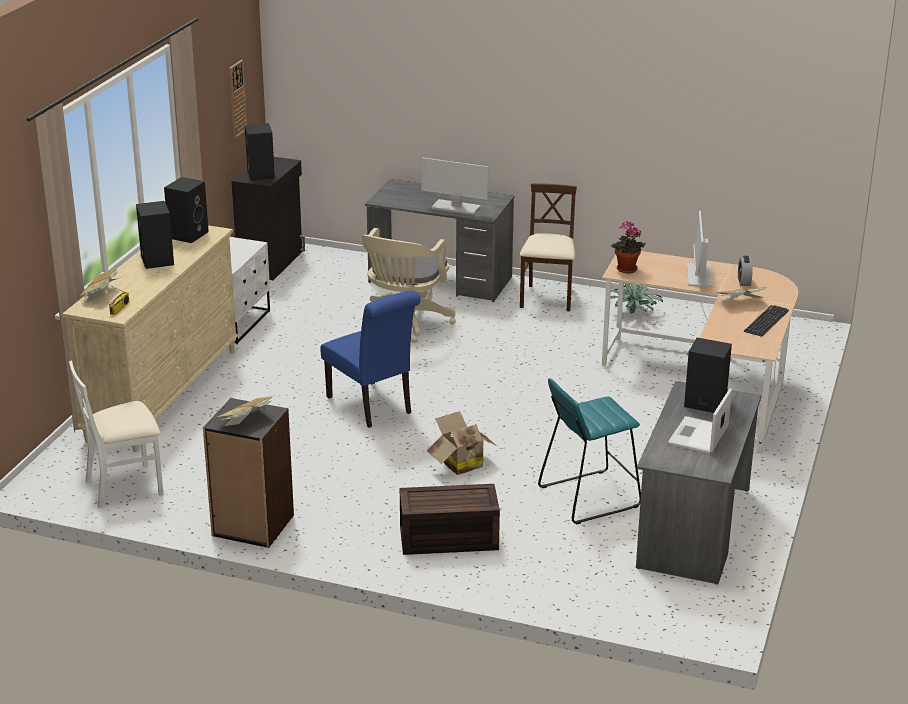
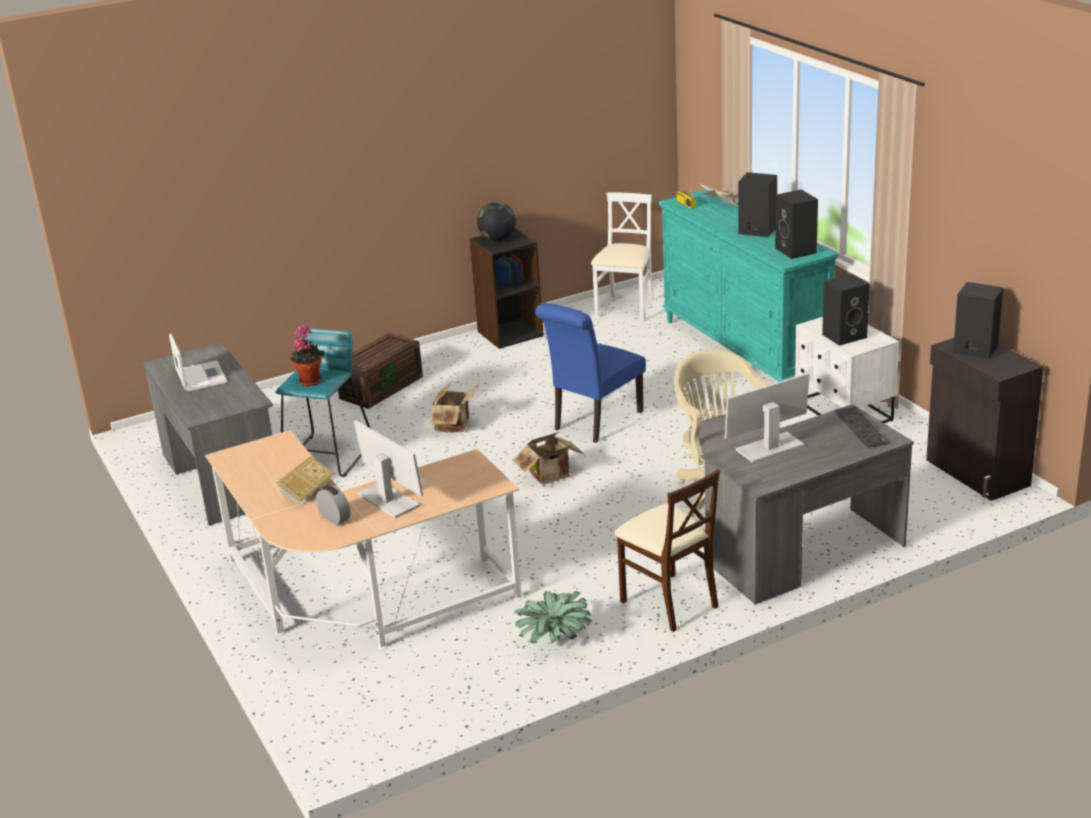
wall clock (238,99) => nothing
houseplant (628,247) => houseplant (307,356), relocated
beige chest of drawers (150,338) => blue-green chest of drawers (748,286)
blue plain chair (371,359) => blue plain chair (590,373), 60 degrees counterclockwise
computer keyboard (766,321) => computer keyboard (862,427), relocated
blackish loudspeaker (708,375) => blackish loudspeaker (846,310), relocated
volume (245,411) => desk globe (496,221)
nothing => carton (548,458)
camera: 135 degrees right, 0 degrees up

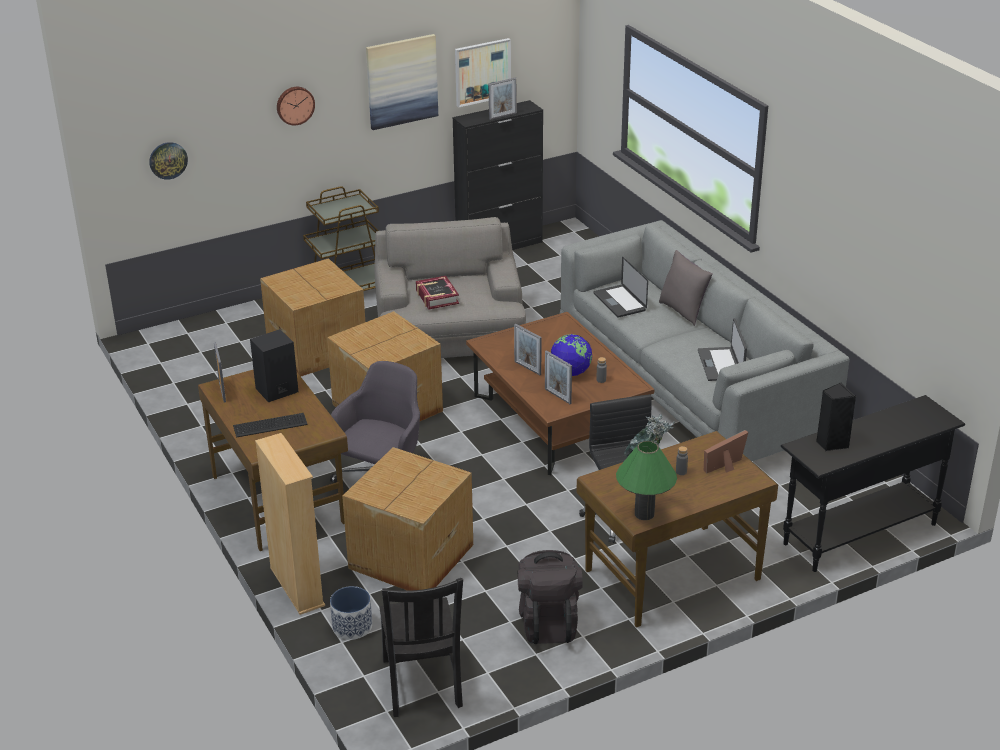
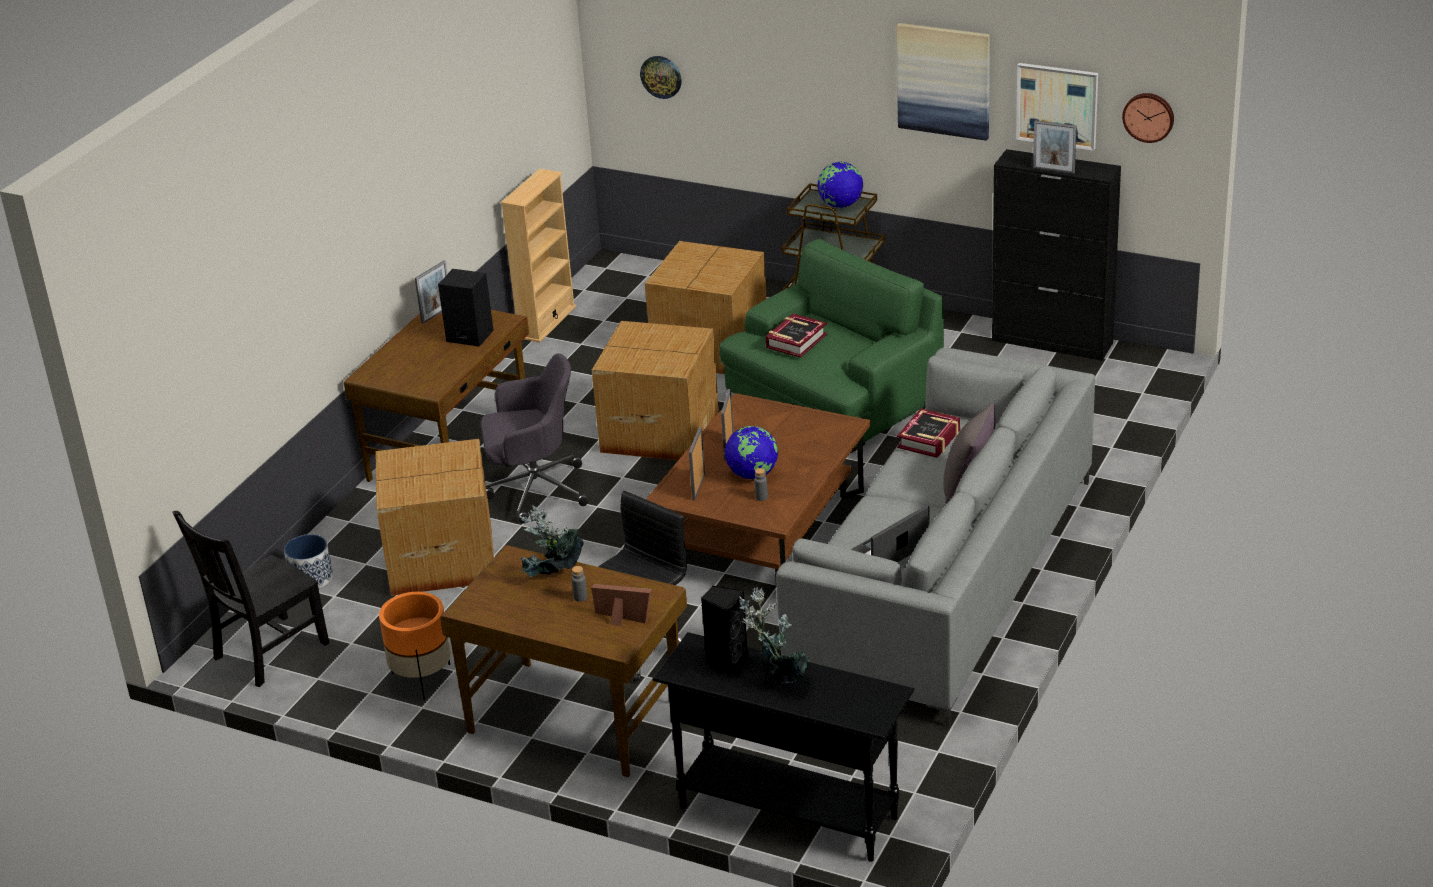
wall clock (296,106) => wall clock (1148,118), relocated
grey armchair (450,287) => green armchair (831,346)
laptop (620,287) => volume (928,433)
computer keyboard (270,425) => nothing
beige bookshelf (290,524) => beige bookshelf (538,256), relocated
green table lamp (646,480) => nothing
blackish backpack (550,597) => orange-coloured flower pot (415,646)
nothing => desk globe (840,185)
nothing => houseplant (775,635)
camera: 55 degrees right, 0 degrees up

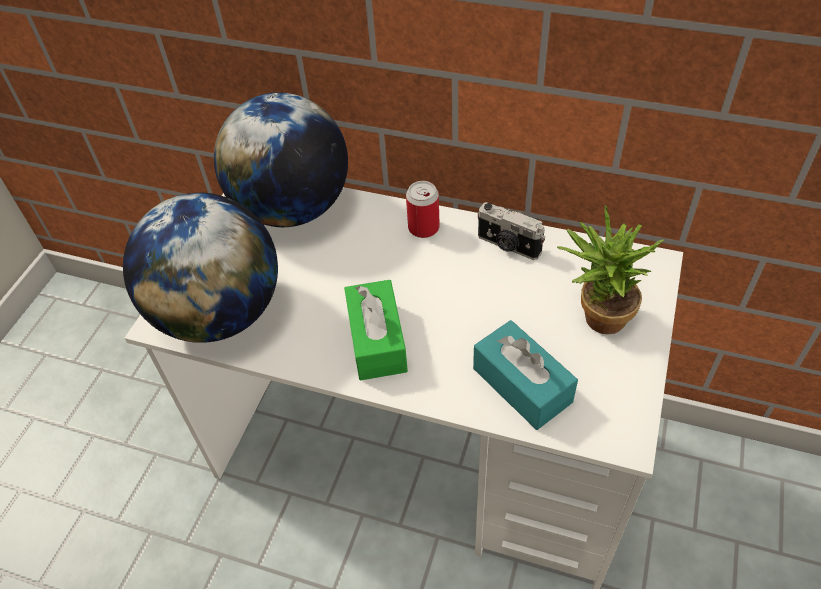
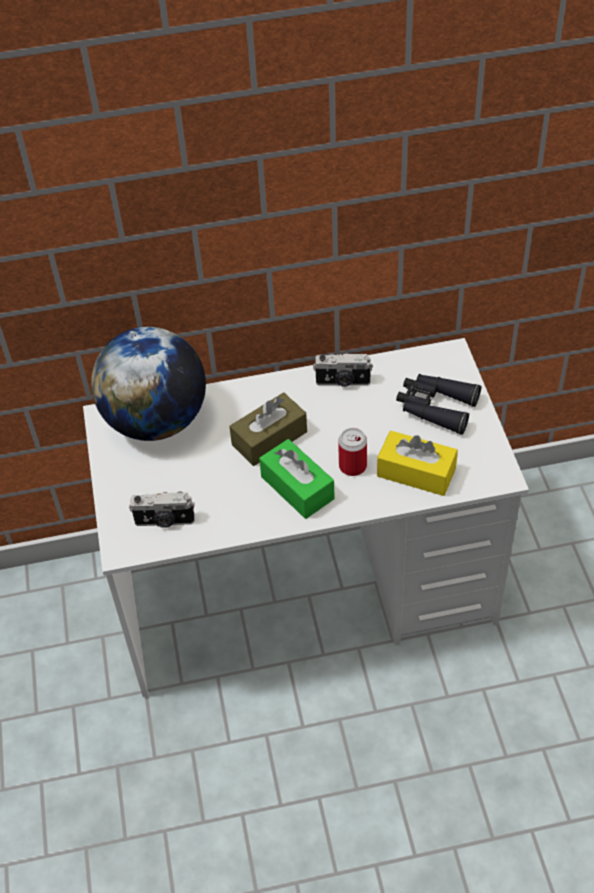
sealed can (423,209) => sealed can (352,452), relocated
desk globe (200,268) => still camera (162,510)
houseplant (610,269) => blackish binoculars (438,404)
blue-green tissue holder (525,375) => yellow tissue holder (417,463)
nothing => brown tissue holder (268,429)
camera: 30 degrees left, 0 degrees up

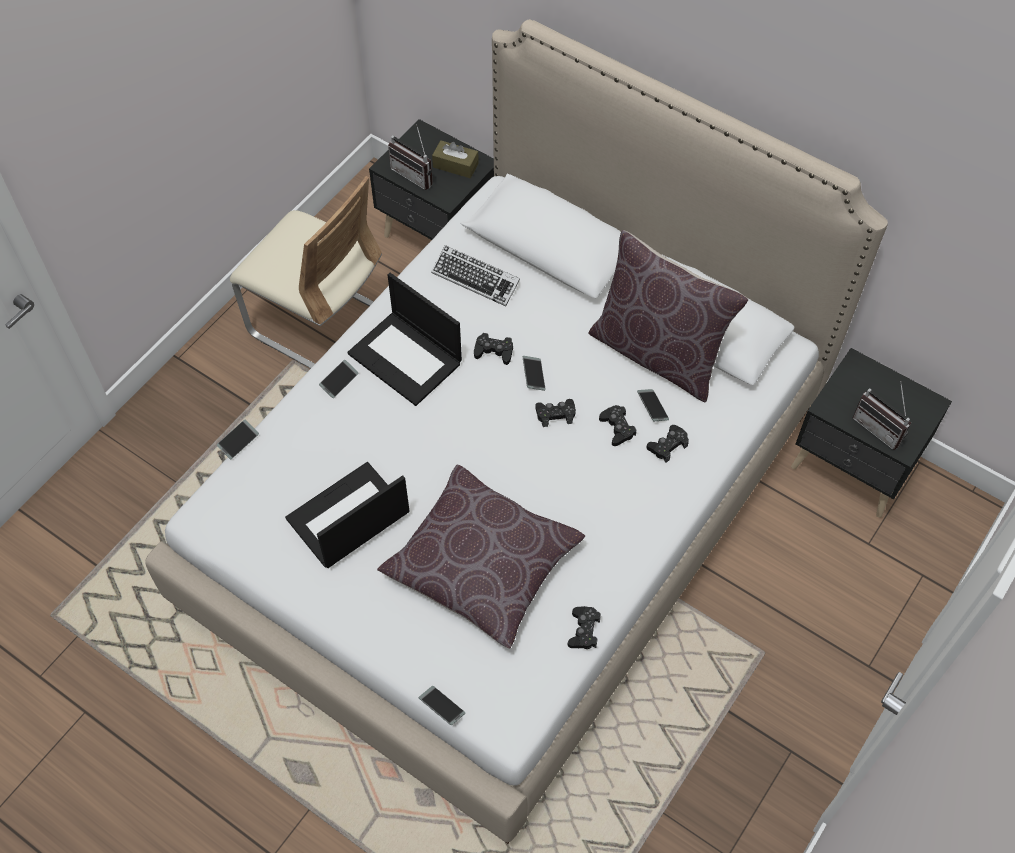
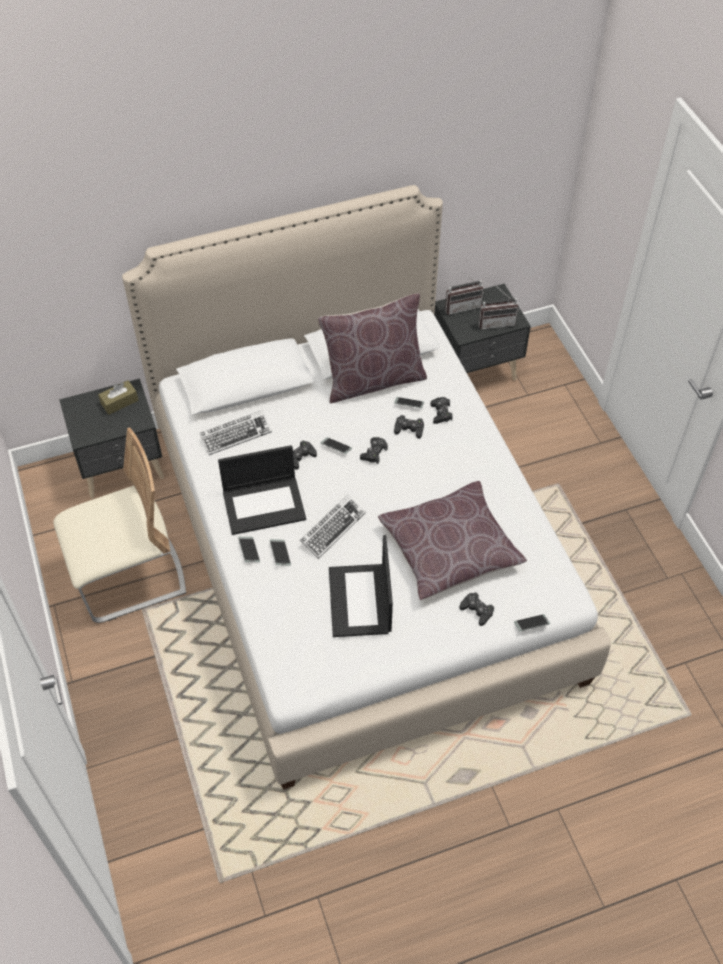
radio receiver (410,157) => radio receiver (464,292), relocated
phone (238,439) => phone (280,552), relocated
blackish joypad (584,627) => blackish joypad (476,609), relocated
nothing => computer keyboard (333,526)
camera: 55 degrees left, 5 degrees down

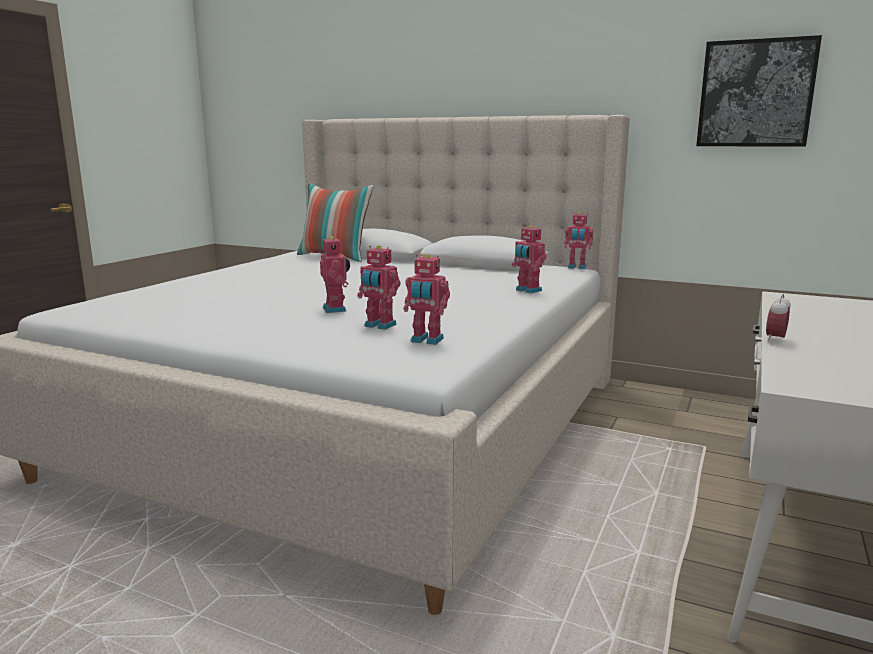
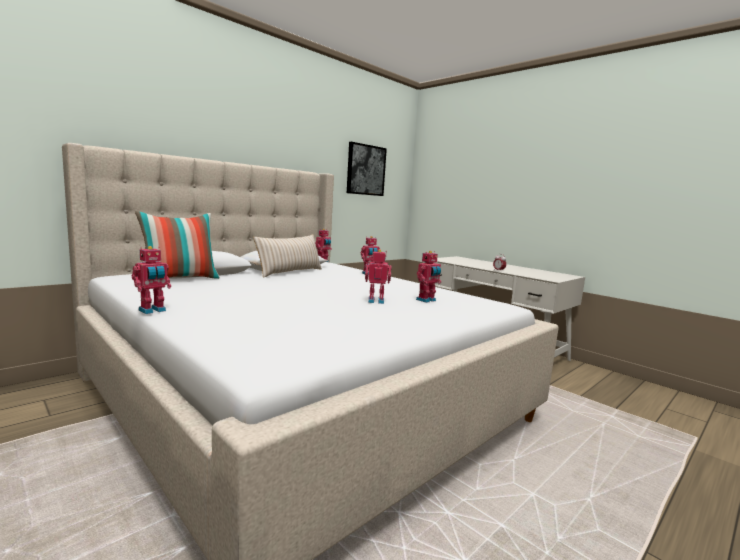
robot figure (426,299) => robot figure (151,280), relocated
nothing => beige pillow (287,256)
camera: 70 degrees left, 5 degrees down

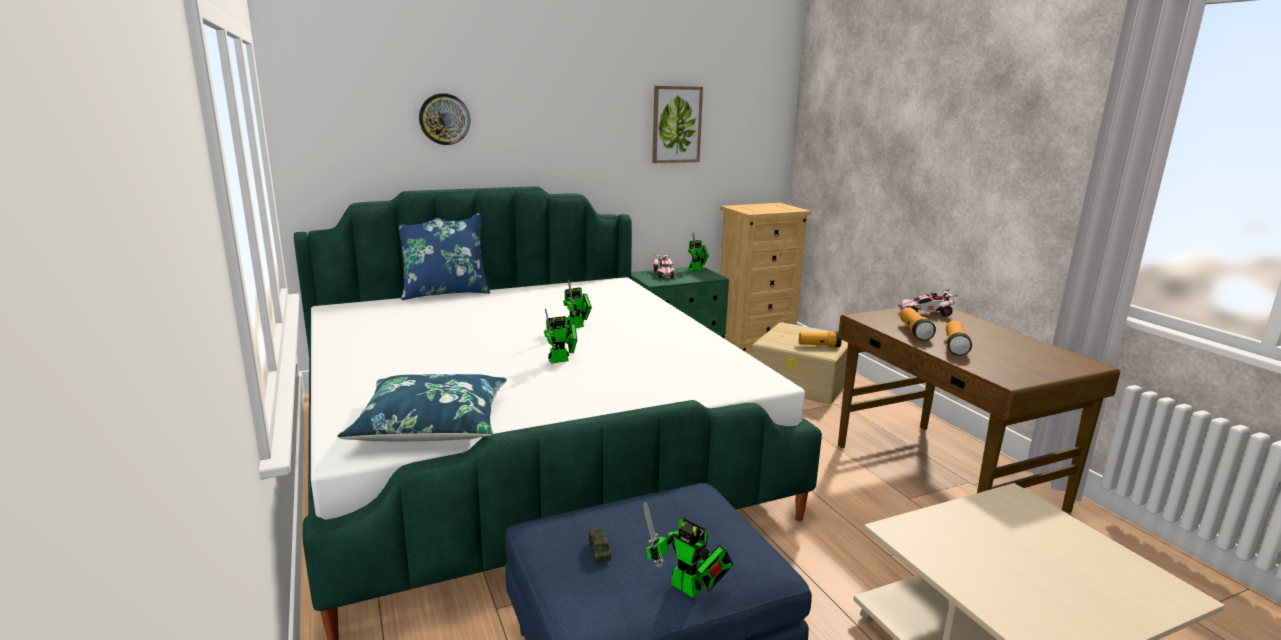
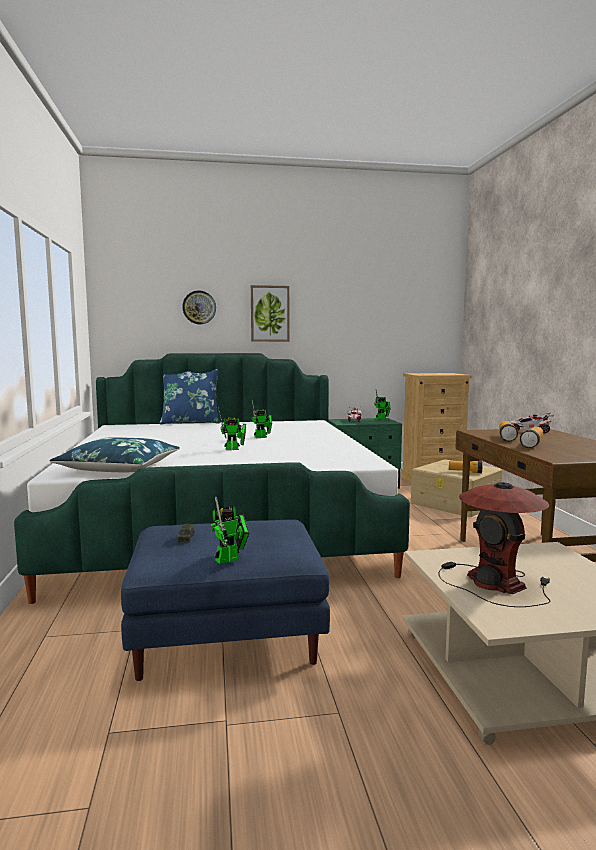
picture (677,124) => picture (270,313), relocated
robot figure (688,549) => robot figure (229,530), 90 degrees counterclockwise
nothing => table lamp (494,544)
camera: 15 degrees right, 10 degrees down

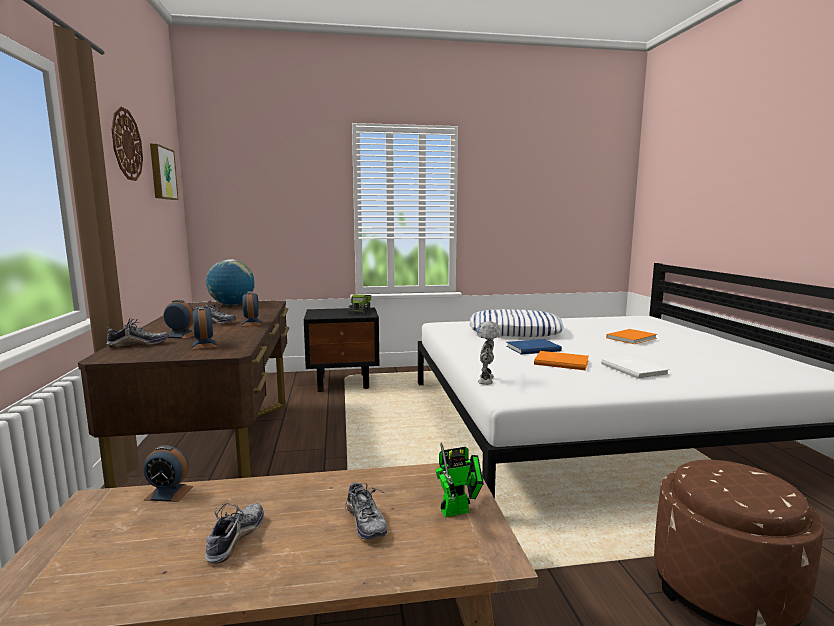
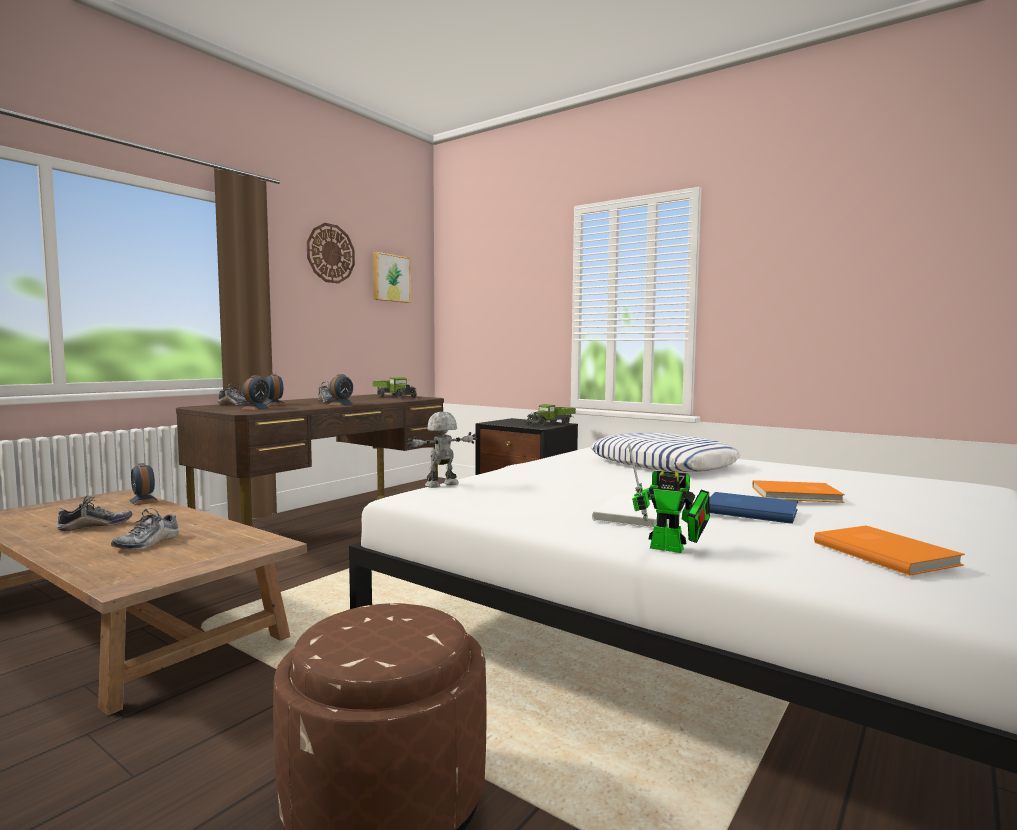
desk globe (230,282) => toy lorry (395,388)
blue volume (534,347) => blue volume (753,508), relocated
orange-coloured volume (561,360) => orange-coloured volume (889,551), relocated
robot figure (460,480) => robot figure (669,498), relocated
camera: 45 degrees right, 5 degrees down

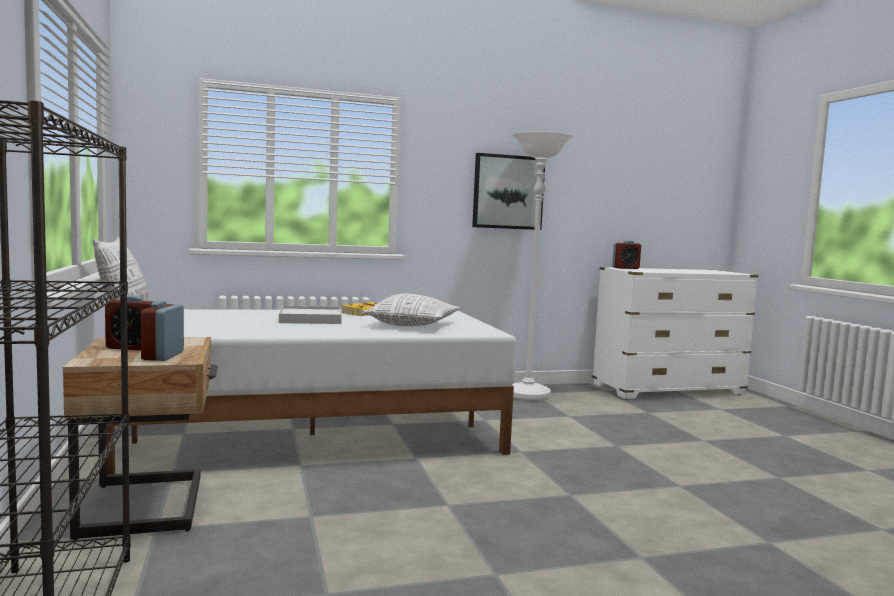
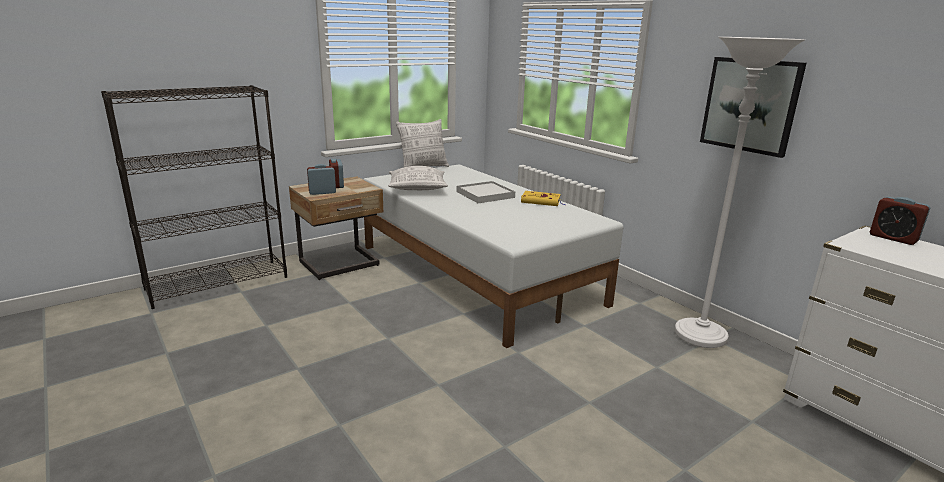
pillow (411,310) => pillow (418,178), relocated
camera: 70 degrees right, 15 degrees up

